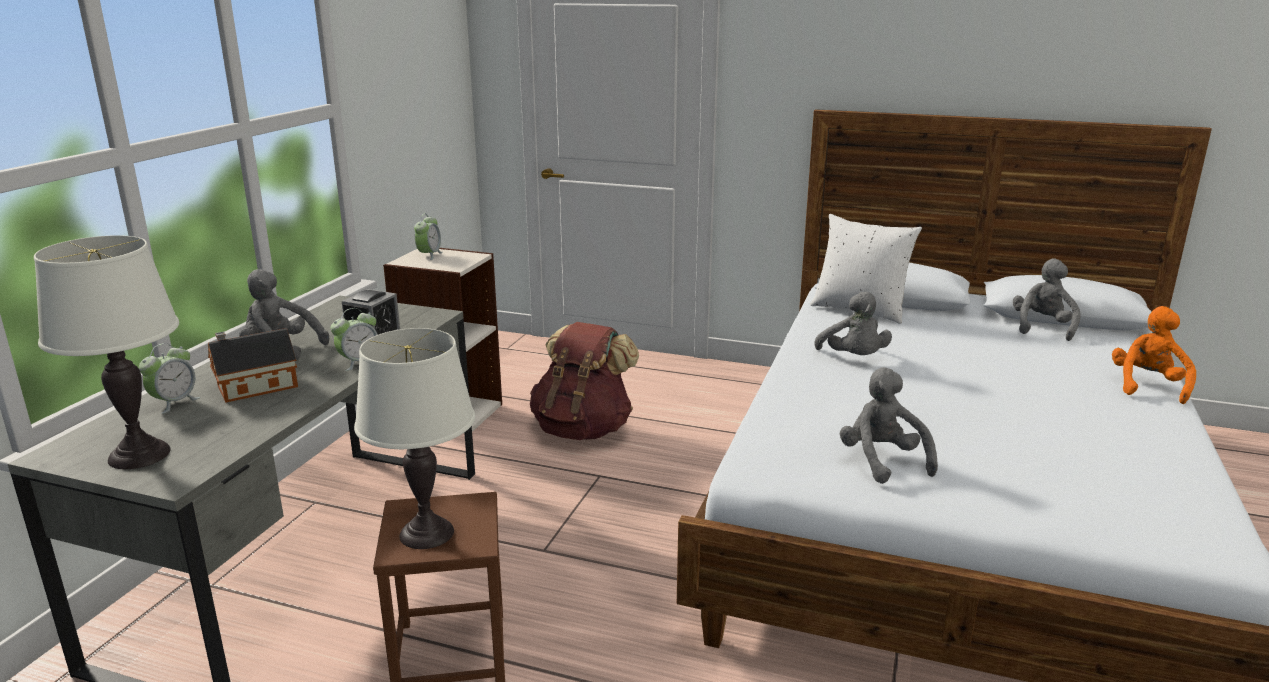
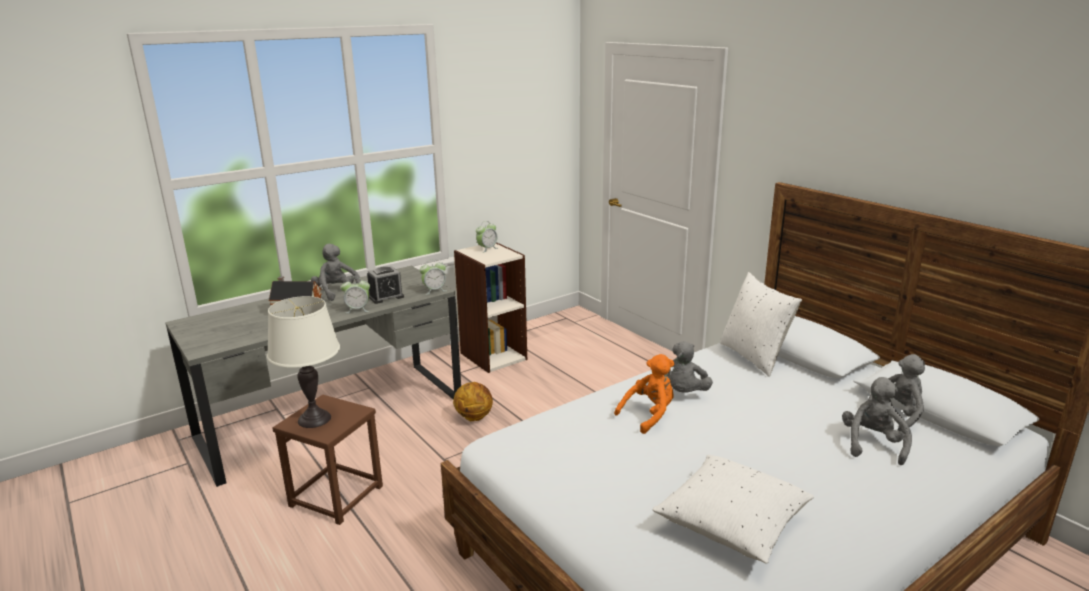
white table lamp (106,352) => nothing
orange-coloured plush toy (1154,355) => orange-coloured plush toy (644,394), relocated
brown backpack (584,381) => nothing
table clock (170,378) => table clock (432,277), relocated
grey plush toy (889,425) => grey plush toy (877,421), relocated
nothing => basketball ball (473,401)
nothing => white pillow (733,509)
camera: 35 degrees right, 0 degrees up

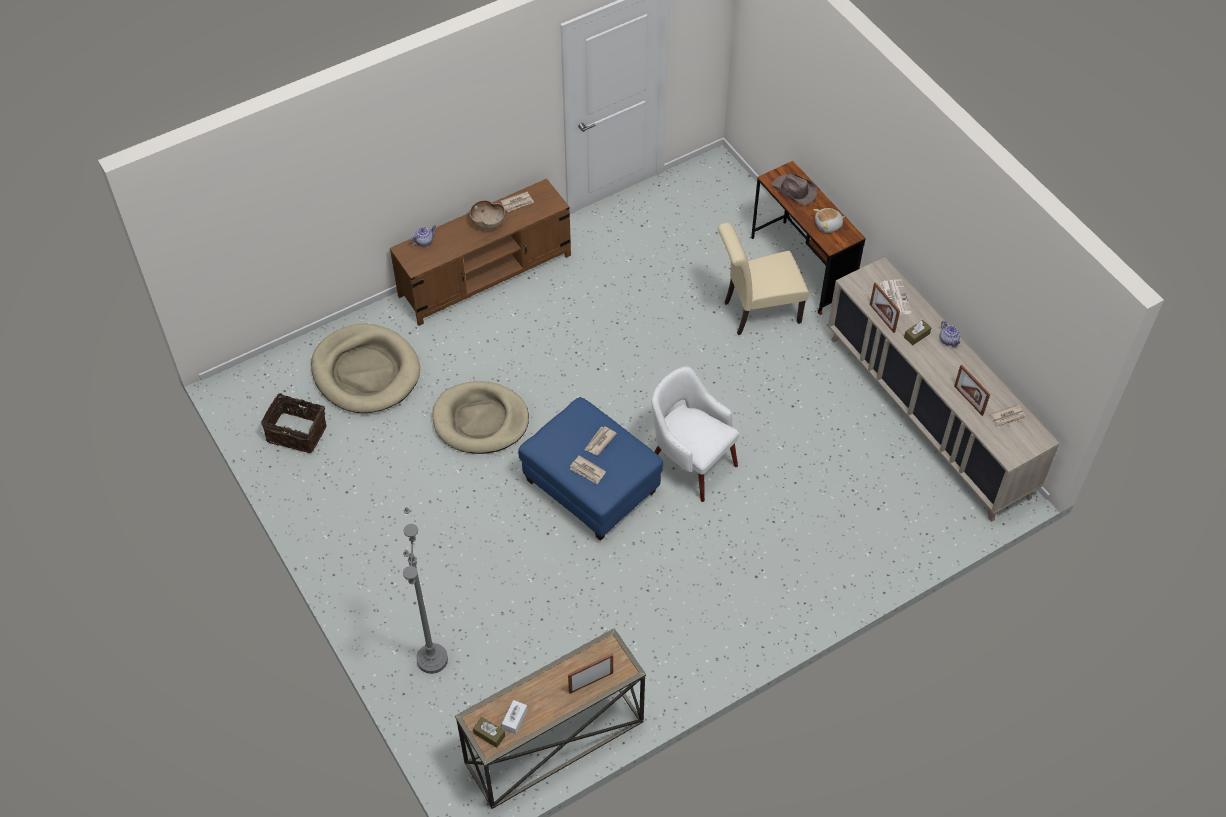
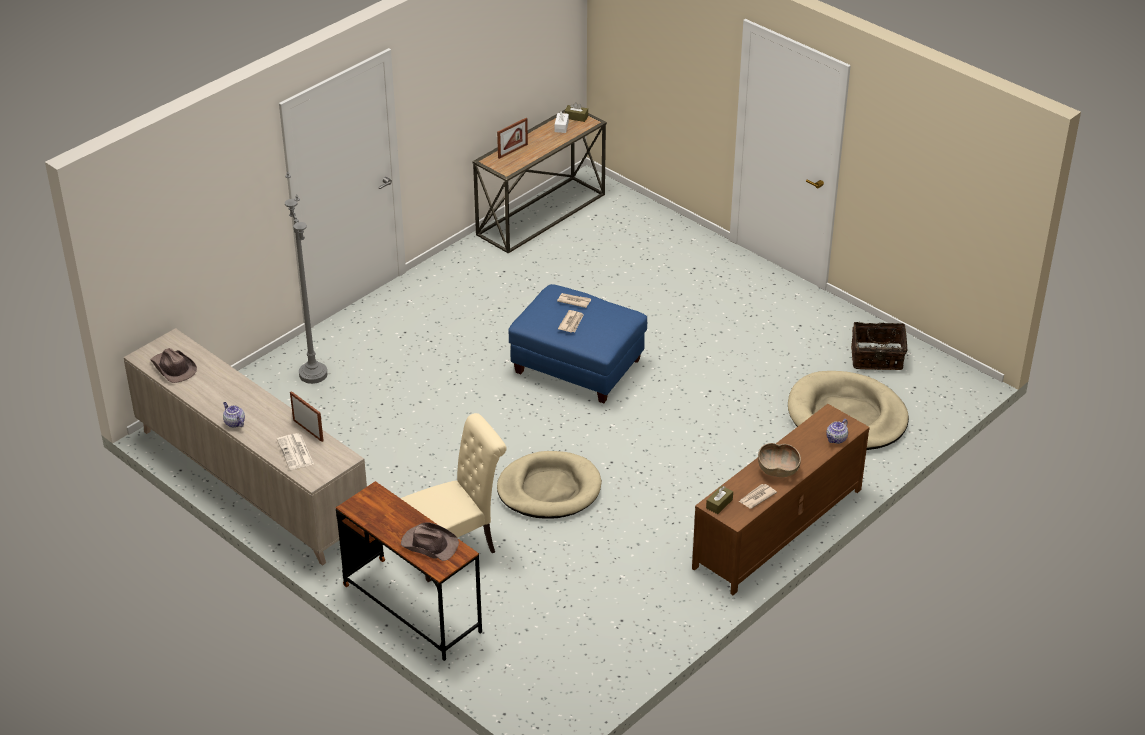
plush toy (829,220) => nothing
brown tissue holder (917,332) => brown tissue holder (719,500), relocated
photo frame (972,390) => nothing
white armchair (695,434) => nothing
beige dog cushion (480,417) => beige dog cushion (549,485), relocated
newspaper (1008,416) => brown wearable hat (173,365)
grey standard lamp (425,590) => grey standard lamp (306,278), relocated
camera: 165 degrees right, 15 degrees down

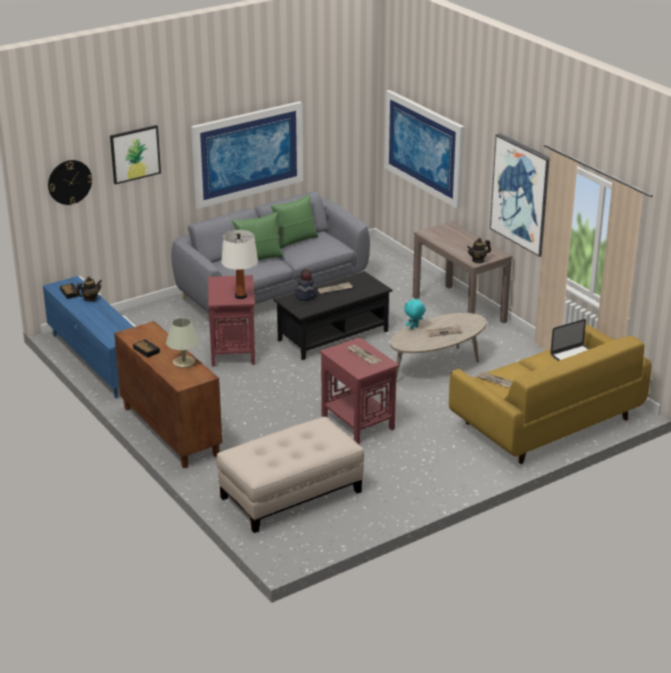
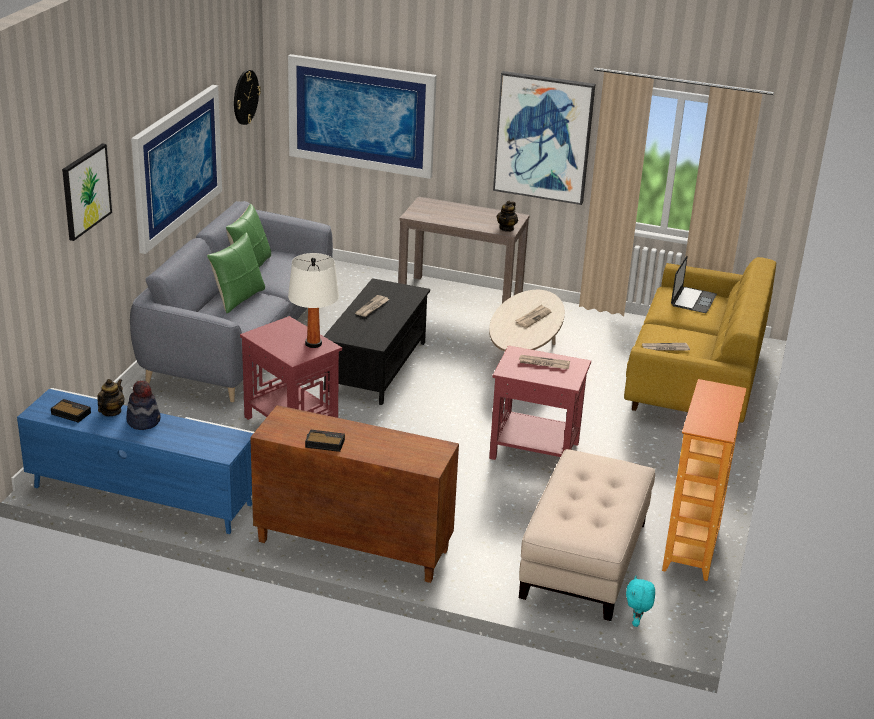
wall clock (70,182) => wall clock (247,97), relocated
wearable hat (306,285) => wearable hat (143,405), relocated
blue-green plush toy (415,313) => blue-green plush toy (640,601), relocated
beige table lamp (183,343) => nothing
nothing => bookshelf (704,480)
camera: 40 degrees left, 0 degrees up

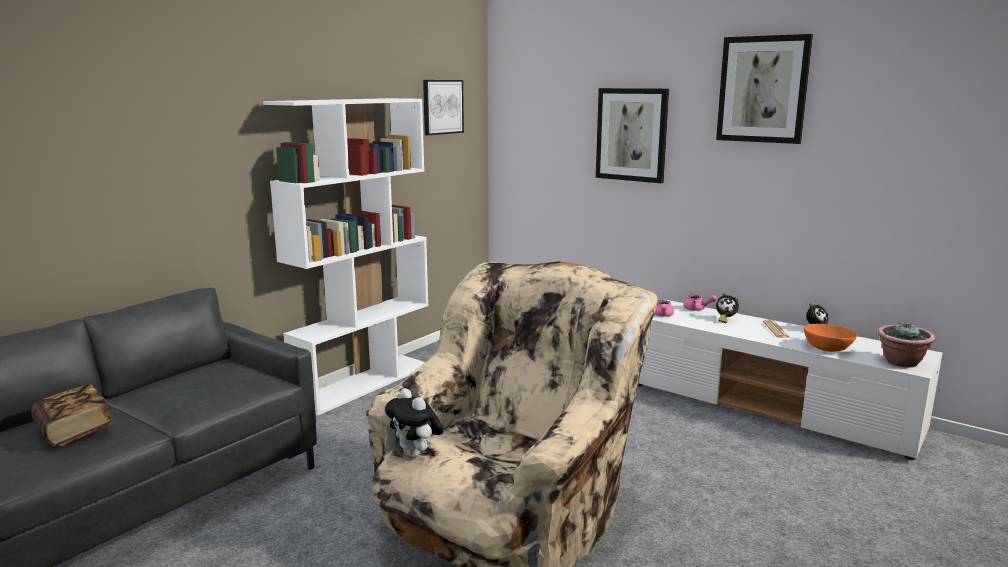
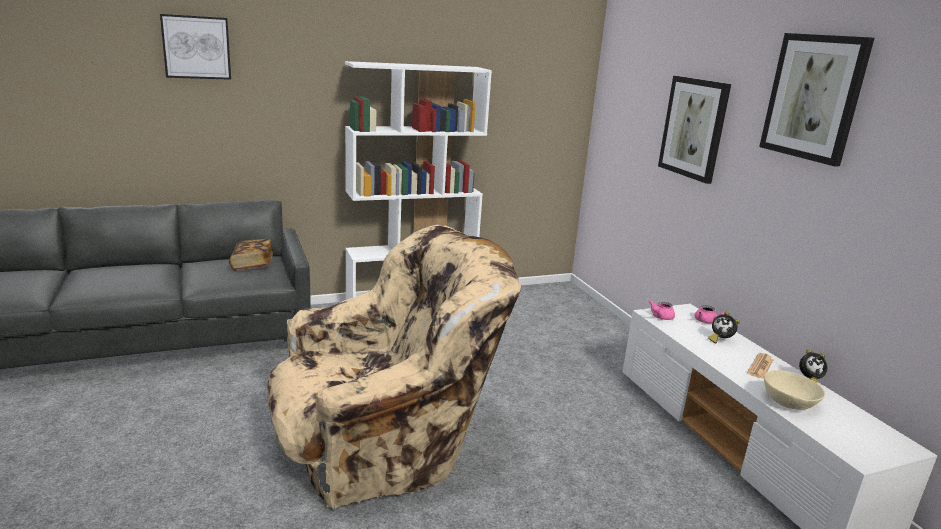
picture (443,107) => picture (195,47), relocated
houseplant (906,345) => nothing
orange-coloured deep dish (830,338) => beige deep dish (794,390)
volume (72,416) => volume (251,255), relocated
plush toy (414,423) => nothing
camera: 30 degrees right, 5 degrees up

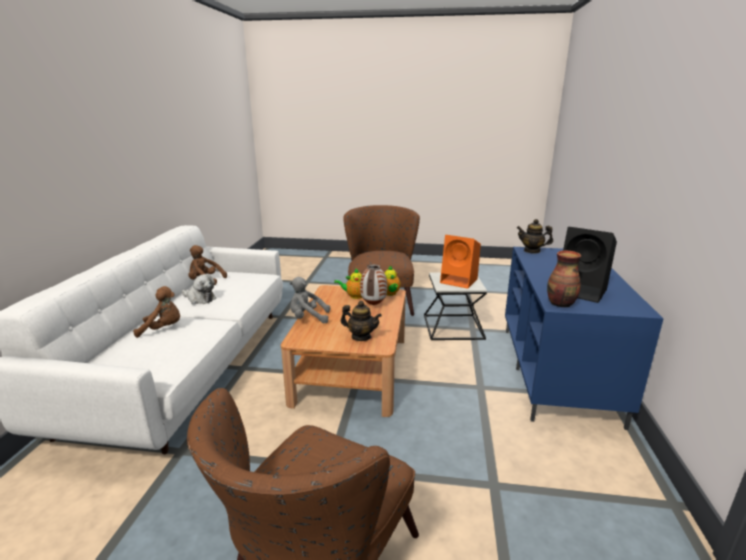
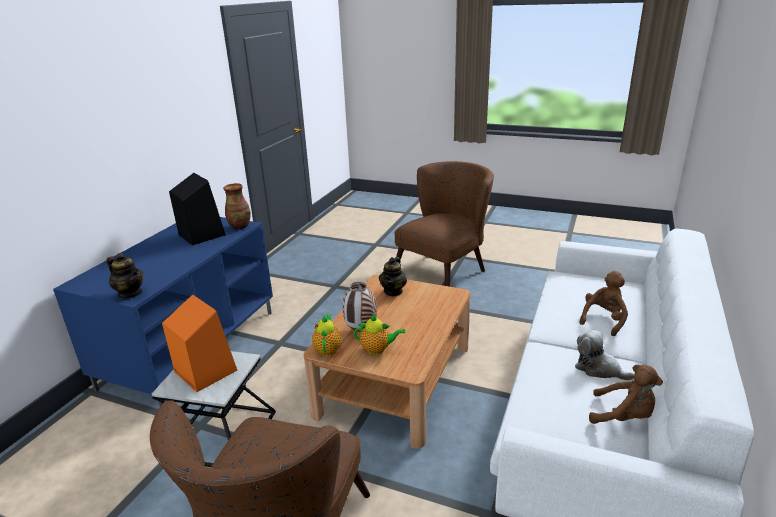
grey plush toy (309,300) => nothing
brown plush toy (156,312) => brown plush toy (603,303), 120 degrees clockwise
teapot (361,321) => teapot (393,276), 105 degrees counterclockwise
camera: 165 degrees left, 5 degrees up

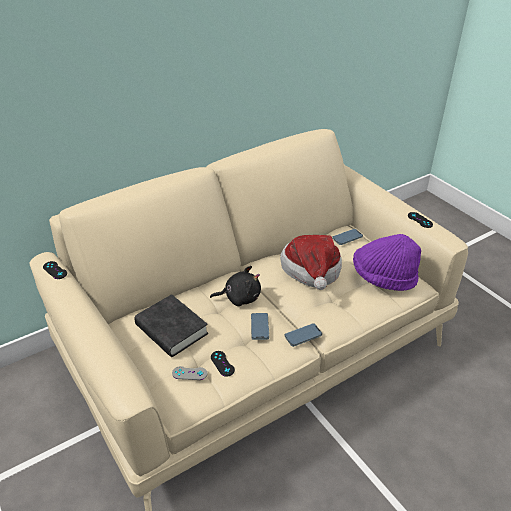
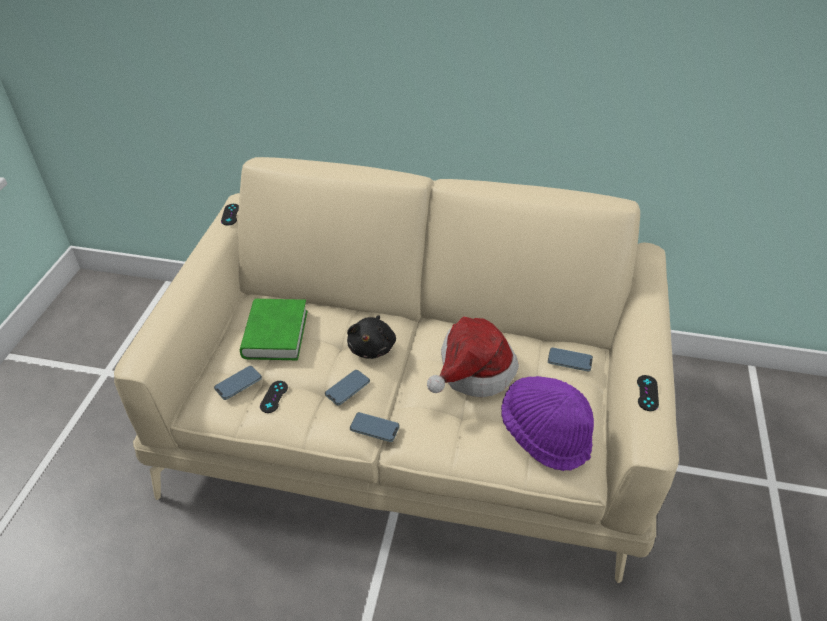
blackish plush toy (235,286) => blackish plush toy (371,337), 60 degrees clockwise
blackish volume (171,325) => green volume (274,329)
grey joypad (189,373) => phone (238,383)
camera: 45 degrees right, 5 degrees up

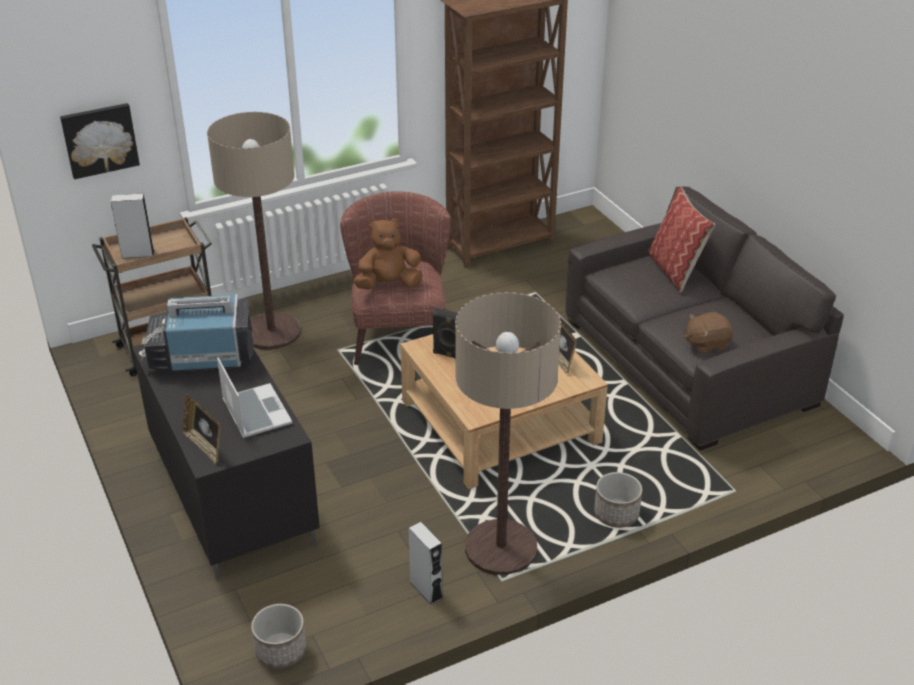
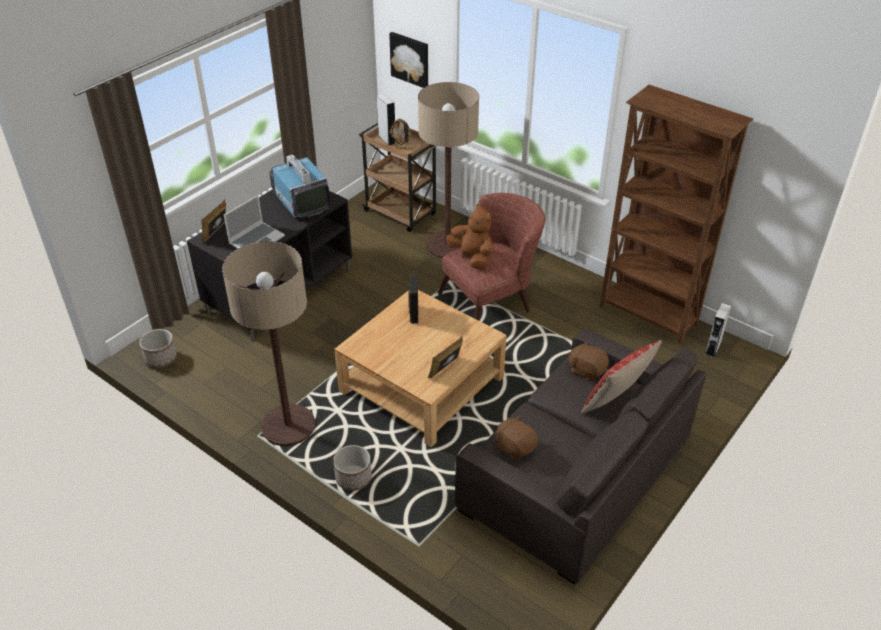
grey loudspeaker (425,563) => grey loudspeaker (718,330), relocated
nothing => photo frame (400,134)
nothing => brown plush toy (588,361)
camera: 65 degrees right, 5 degrees up

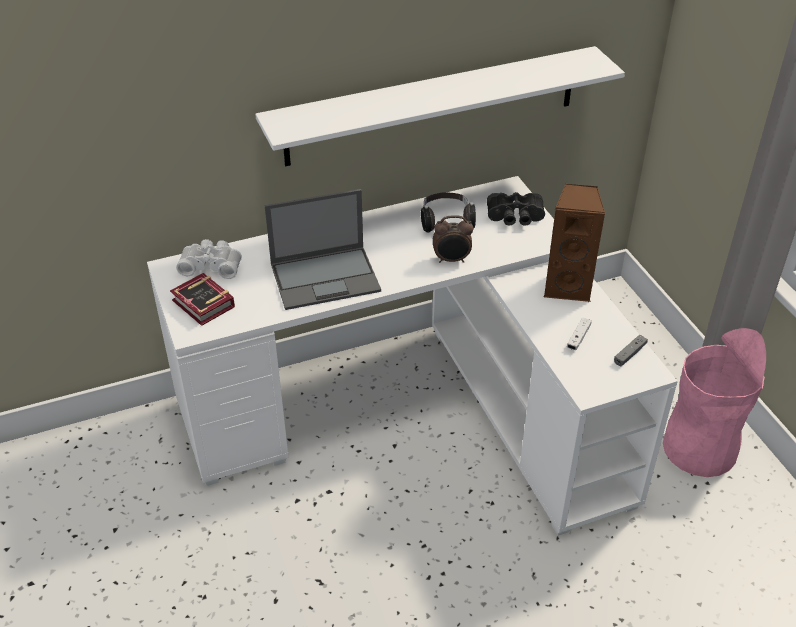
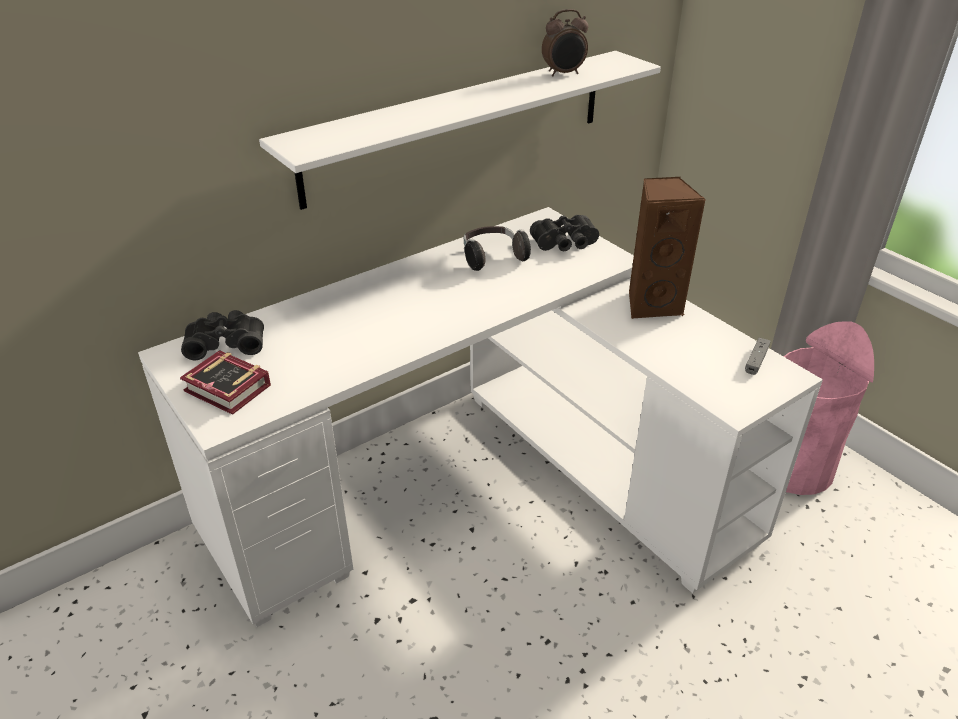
laptop (323,249) => nothing
table clock (453,239) => table clock (565,42), relocated
white binoculars (209,259) => blackish binoculars (222,335)
white joypad (579,333) => nothing
camera: 15 degrees left, 5 degrees down

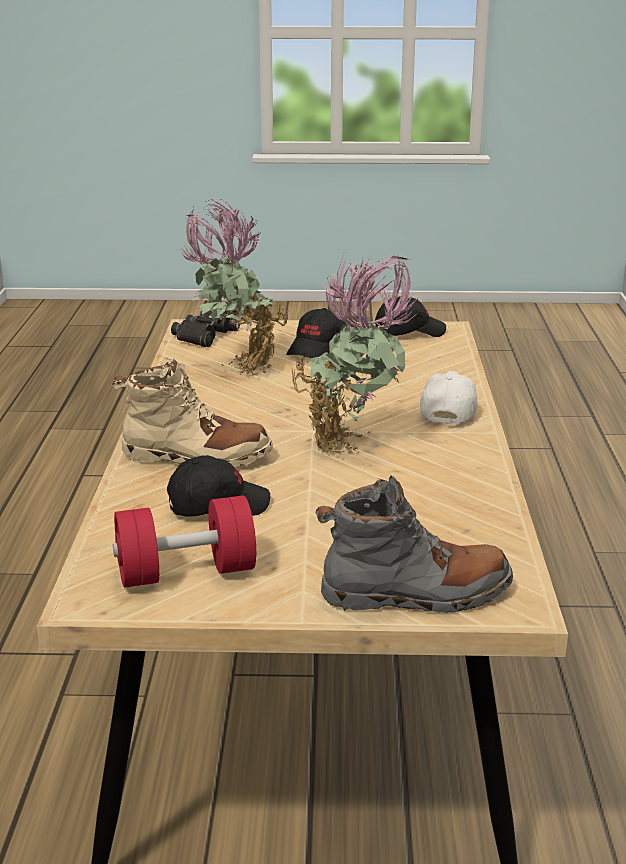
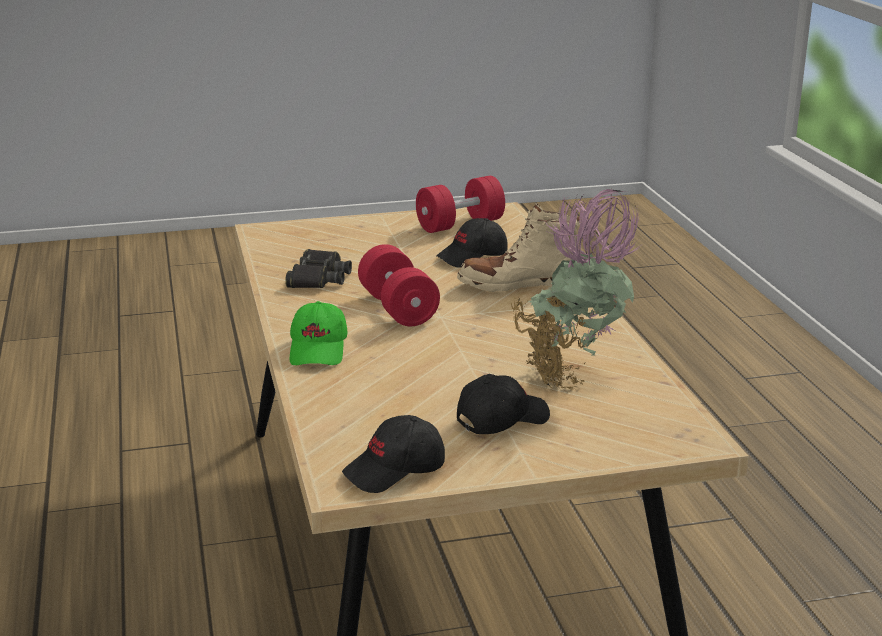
houseplant (354,354) => red-coloured hand weight (399,285)
blackish baseball cap (316,333) => blackish baseball cap (503,404), 45 degrees clockwise
blackish binoculars (205,329) => blackish binoculars (318,268), relocated
white baseball cap (449,397) => green baseball cap (318,333)
grey tall boot (414,544) => nothing
camera: 165 degrees right, 0 degrees up

